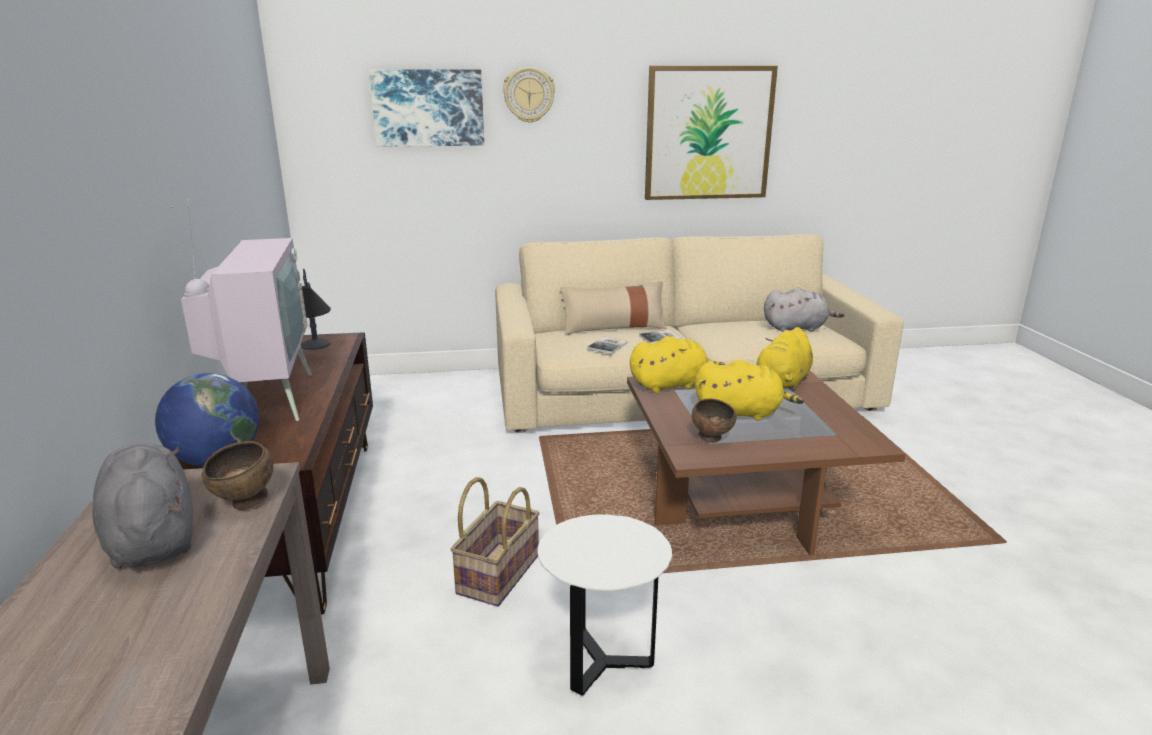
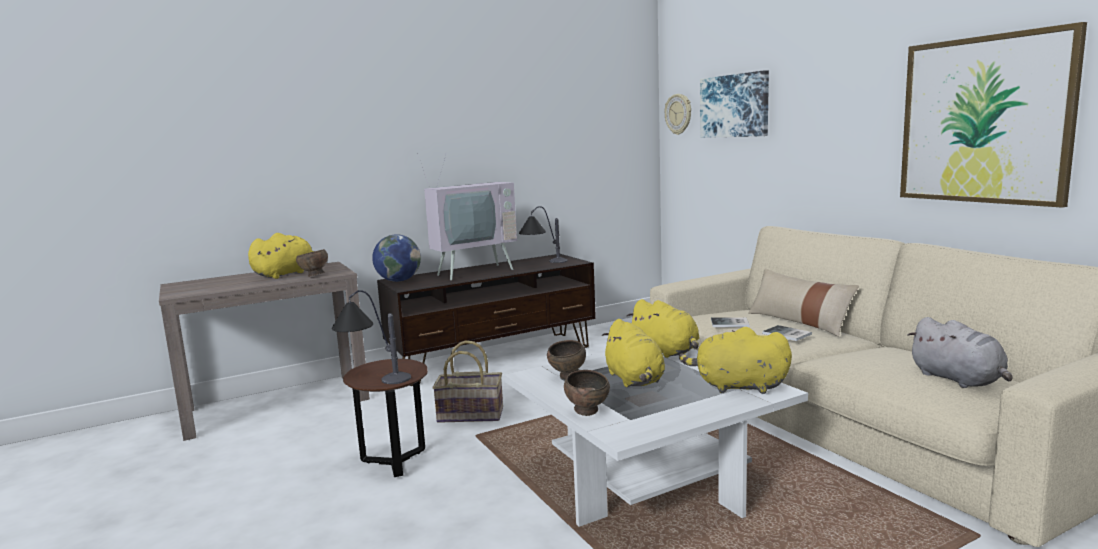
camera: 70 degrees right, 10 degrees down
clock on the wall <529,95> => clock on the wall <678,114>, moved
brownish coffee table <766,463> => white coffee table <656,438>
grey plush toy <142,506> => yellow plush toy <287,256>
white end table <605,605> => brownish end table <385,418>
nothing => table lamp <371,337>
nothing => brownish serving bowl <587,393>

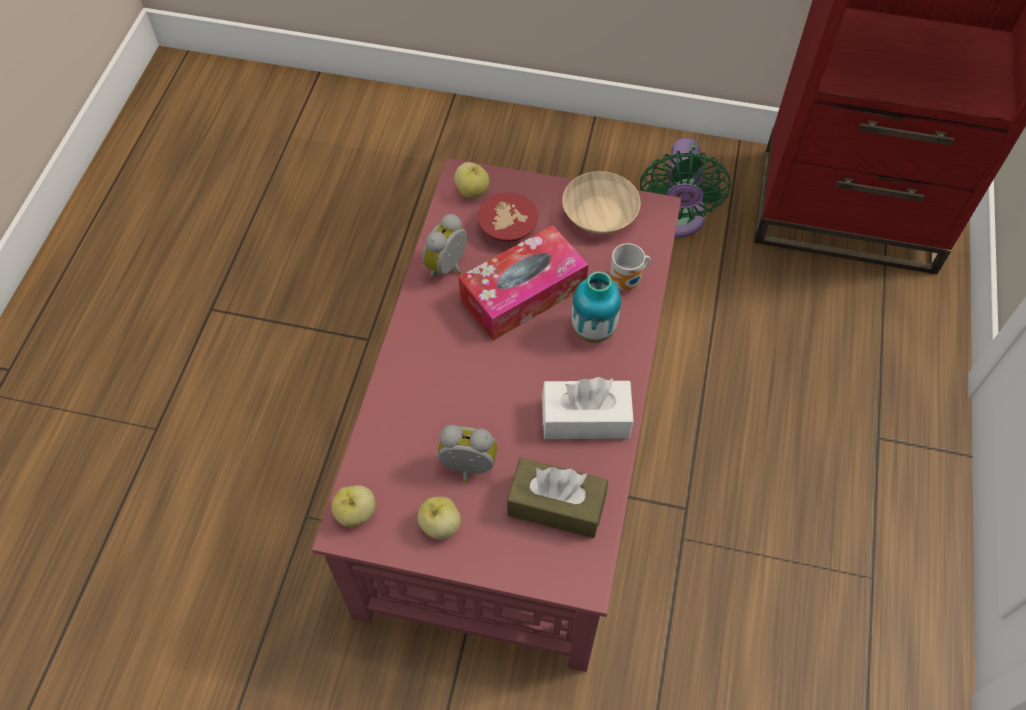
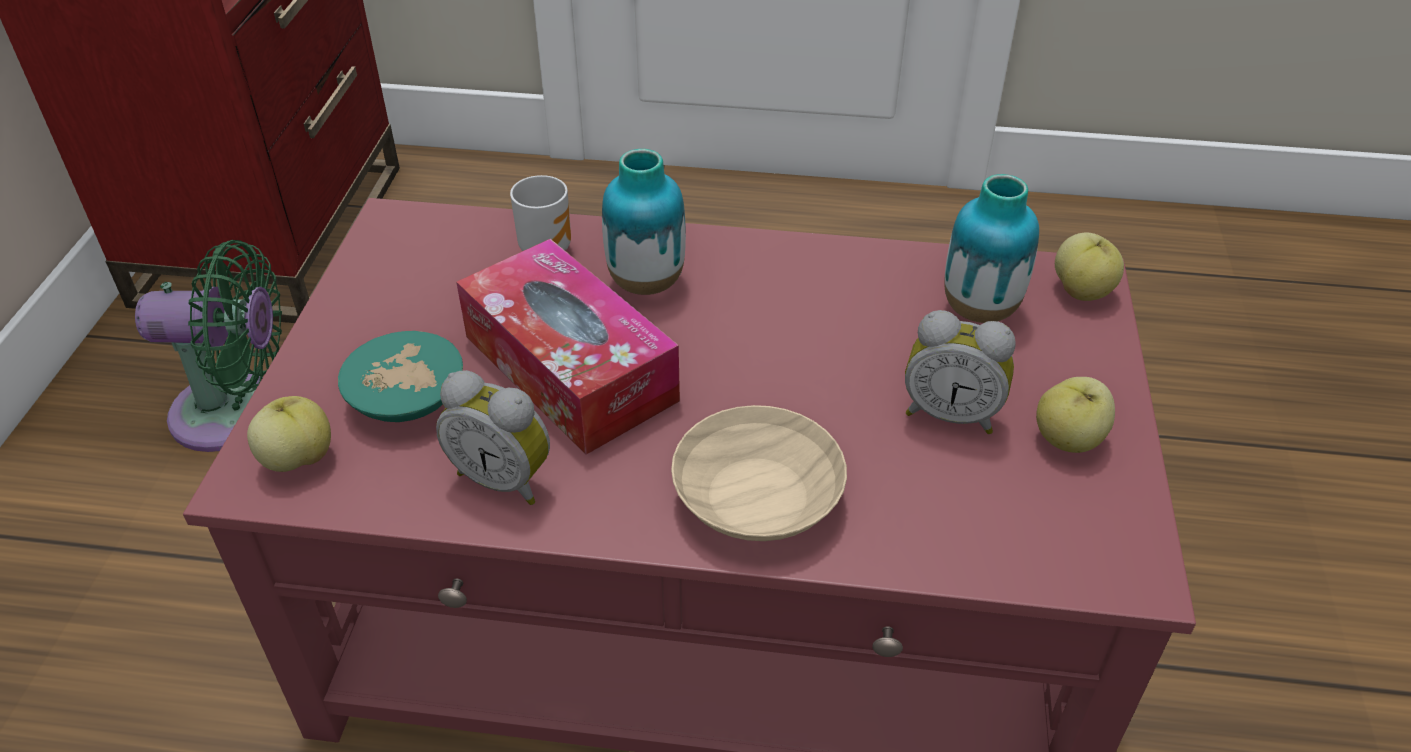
camera: 95 degrees left, 15 degrees down
beige serving bowl <601,202> => beige serving bowl <759,473>, moved
reddish serving bowl <508,217> => turquoise serving bowl <400,376>
white box of tissues <588,408> => nothing
table clock <467,454> => table clock <960,372>, 75 degrees counterclockwise
brownish box of tissues <557,498> => decorative vase <991,248>
apple <353,506> => apple <1089,266>, moved

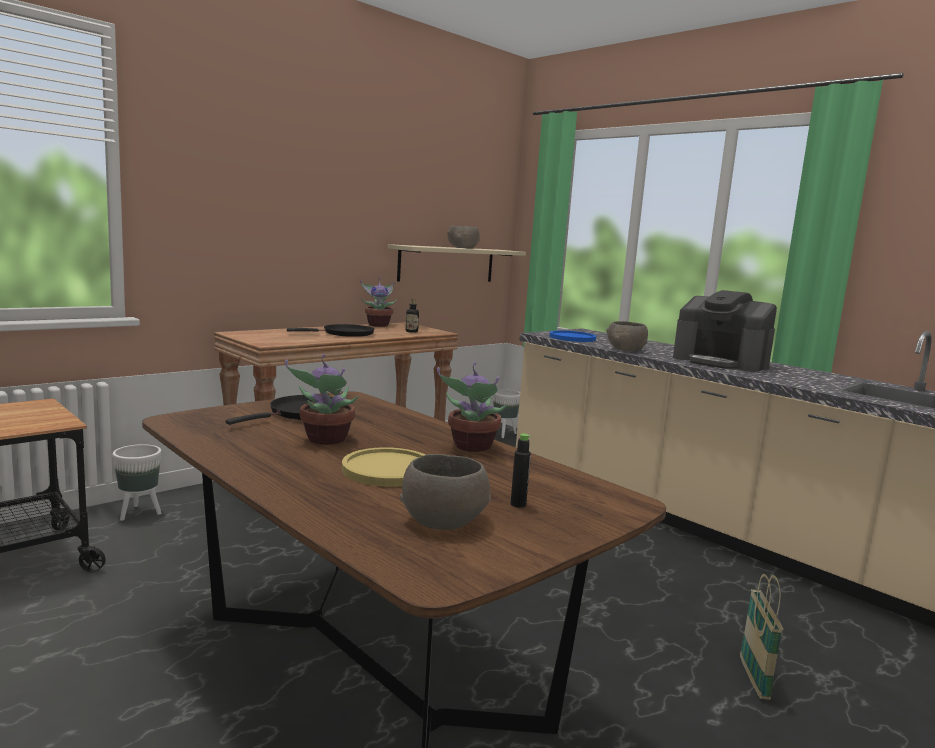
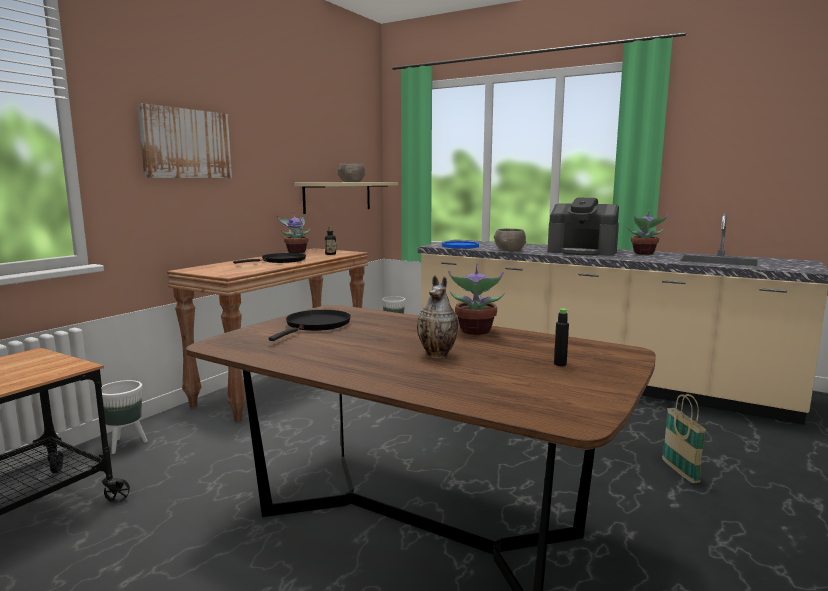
camera: 15 degrees left, 0 degrees up
potted plant <322,399> => potted plant <648,232>, moved
yellow plate <383,467> => decorative vase <437,317>
grey serving bowl <445,492> => nothing
nothing => wall art <184,140>

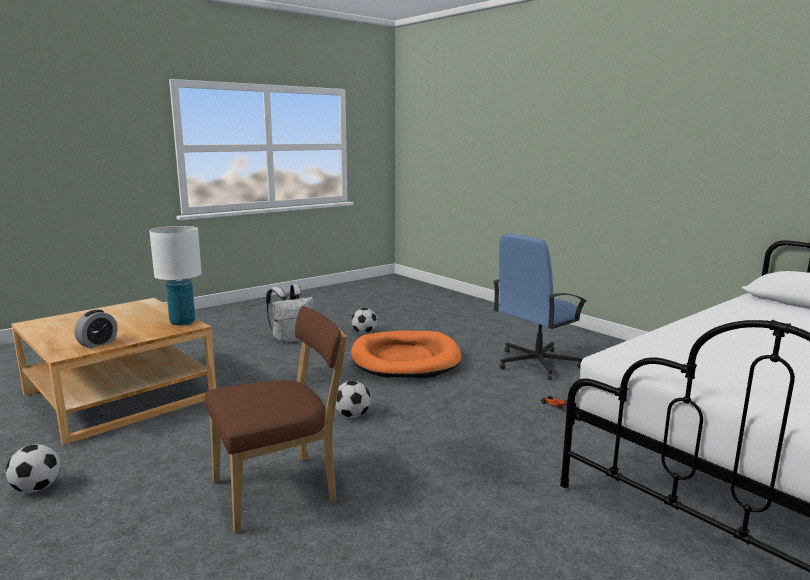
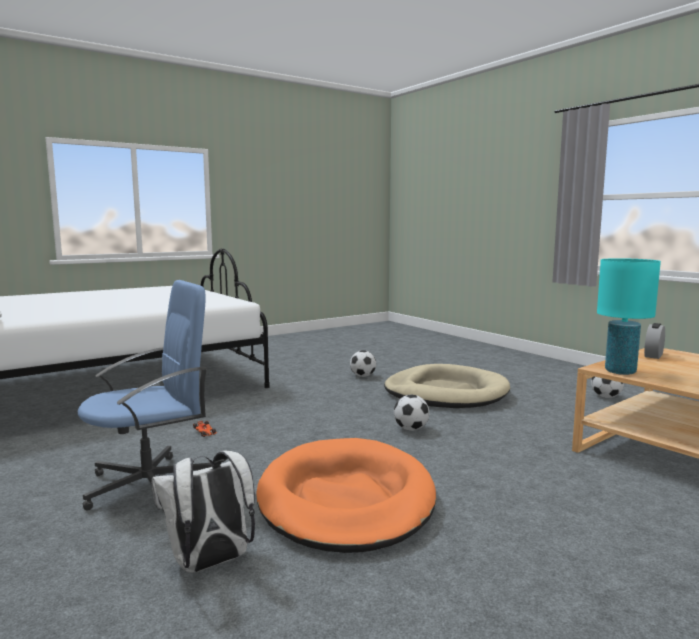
camera: 175 degrees left, 5 degrees down
white table lamp <175,275> => turquoise table lamp <629,316>
white backpack <289,314> => white backpack <203,512>, moved
brownish upright chair <276,419> => beige dog cushion <447,386>
football <364,321> => football <363,363>, moved

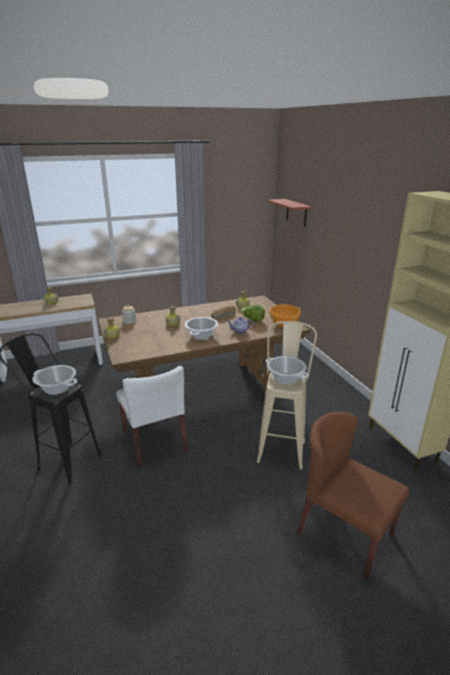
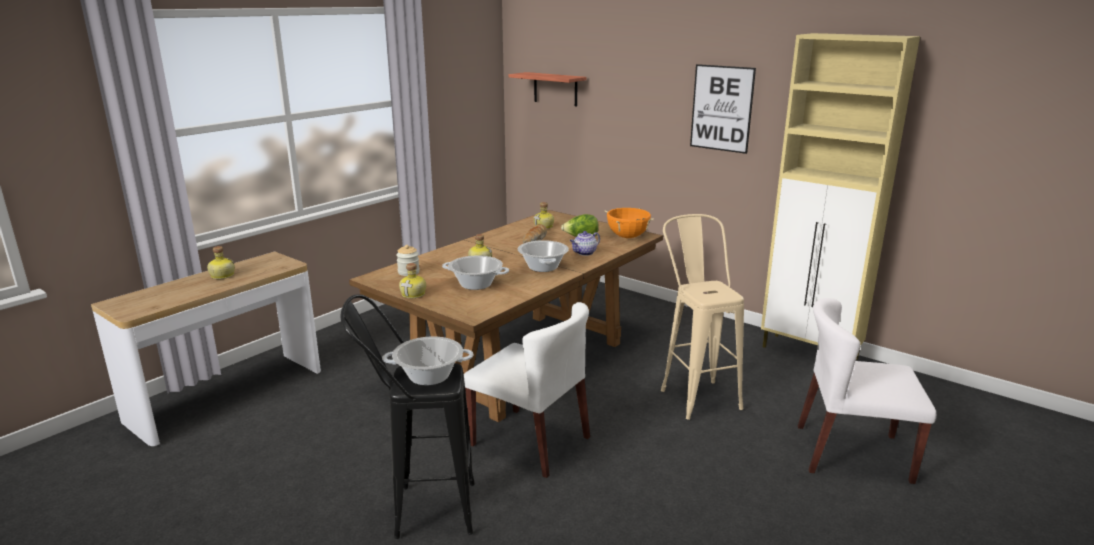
camera: 30 degrees left, 5 degrees down
stockpot <287,370> => stockpot <475,273>, moved
brownish upright chair <352,496> => white upright chair <867,391>
nothing => wall art <723,109>

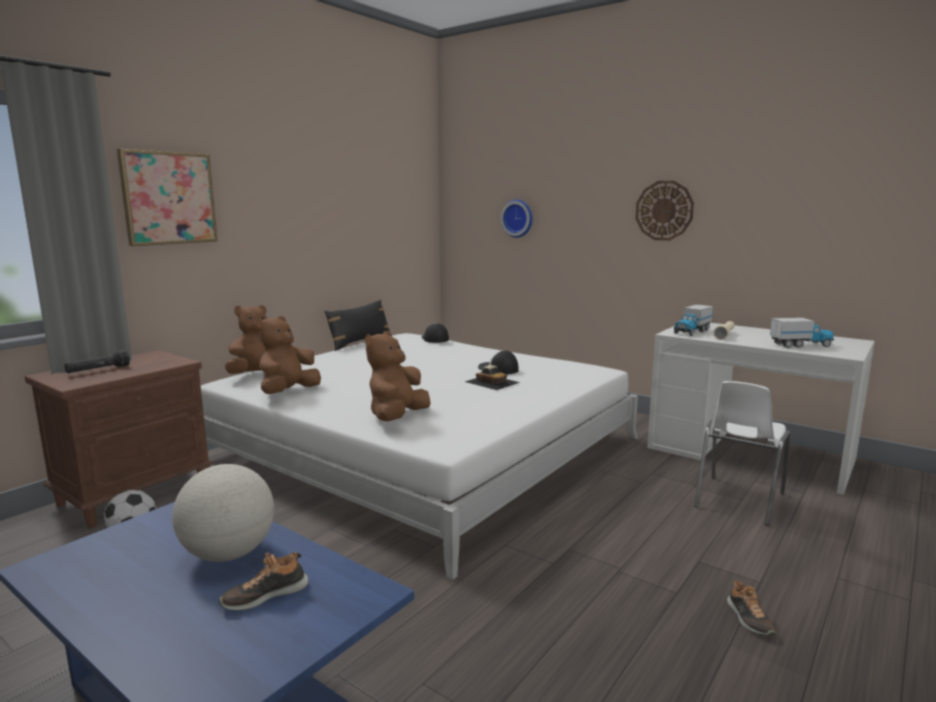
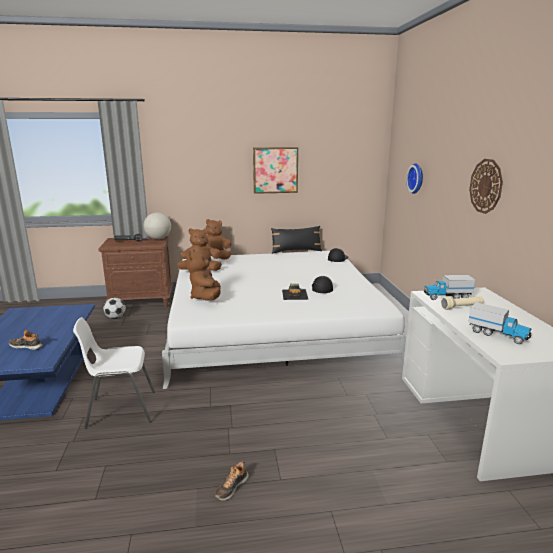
camera: 45 degrees right, 5 degrees up
wall art <167,197> => wall art <275,170>, moved
brownish plush toy <397,376> => brownish plush toy <203,275>, 75 degrees counterclockwise
white upright chair <742,453> => white upright chair <114,373>, moved
world globe <223,513> => world globe <157,225>, moved

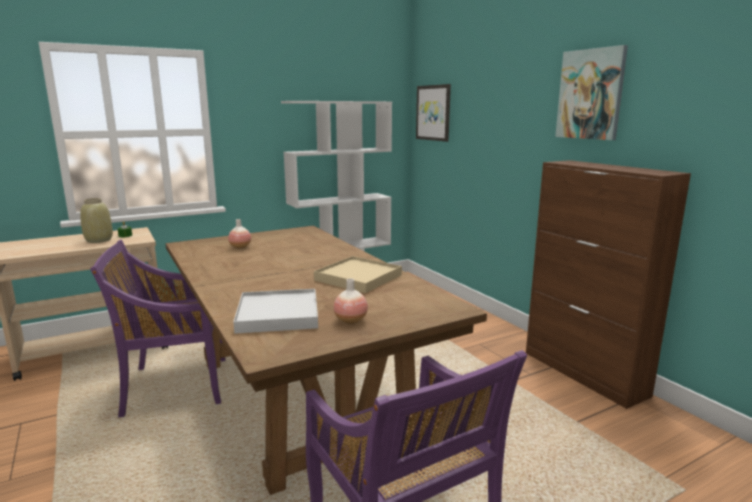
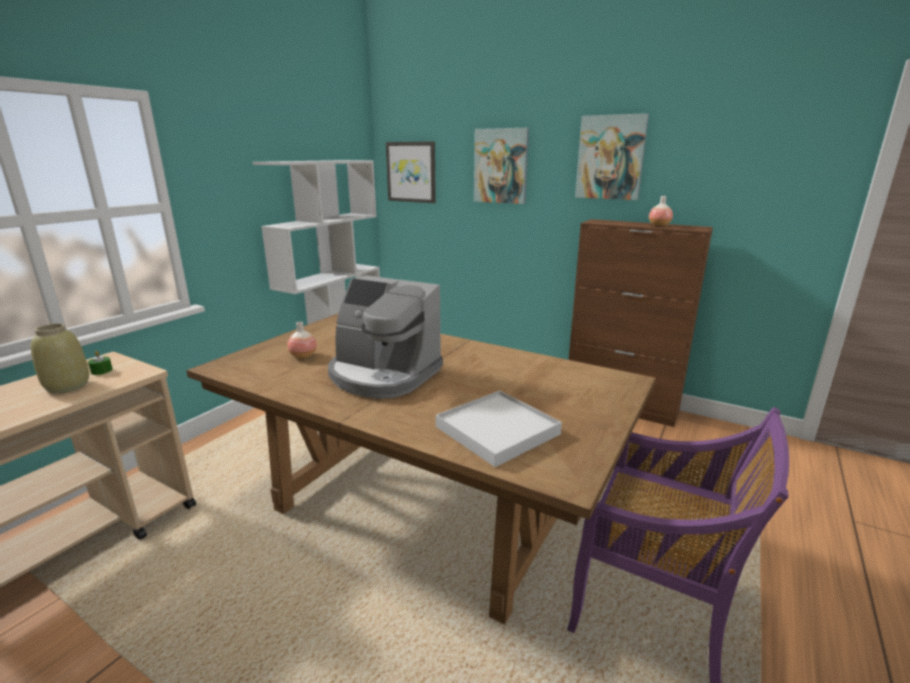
camera: 30 degrees left, 5 degrees up
purple-coloured upright chair <157,328> => nothing
beige tray <358,274> => nothing
decorative vase <351,301> => decorative vase <661,211>, moved
nothing => wall art <501,166>
nothing => coffee maker <385,337>

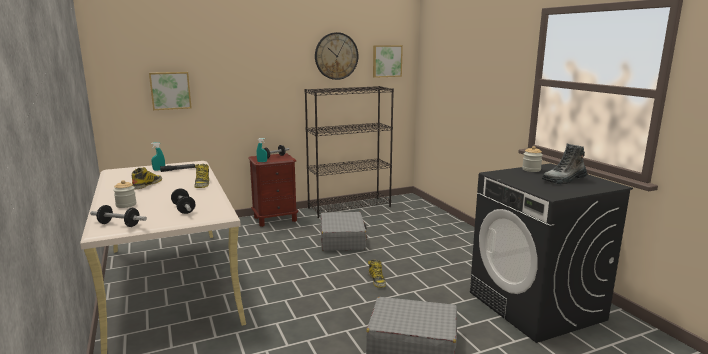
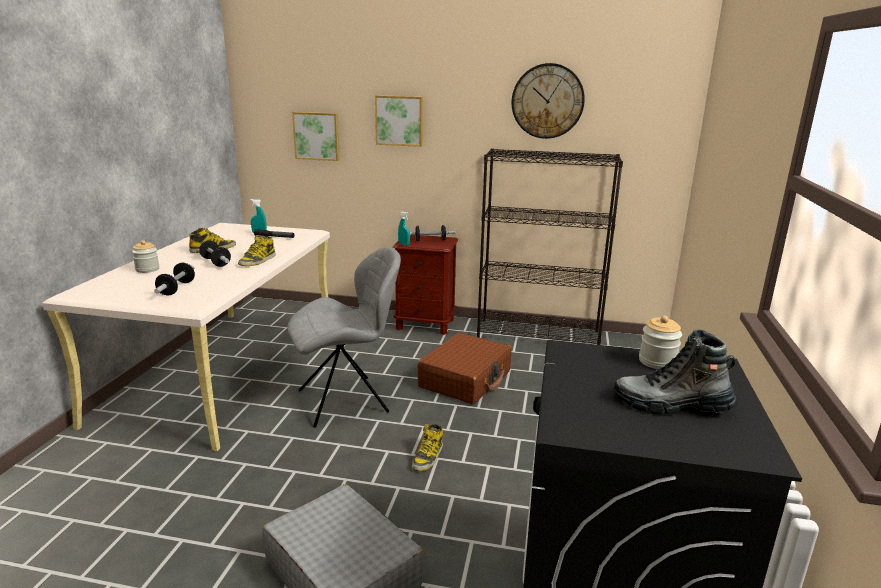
camera: 35 degrees right, 5 degrees up
wall art <388,61> => wall art <399,121>, moved
free weight <118,216> => free weight <215,253>, moved
grey suitcase <343,231> => brownish suitcase <464,368>
nothing => grey upright chair <344,337>

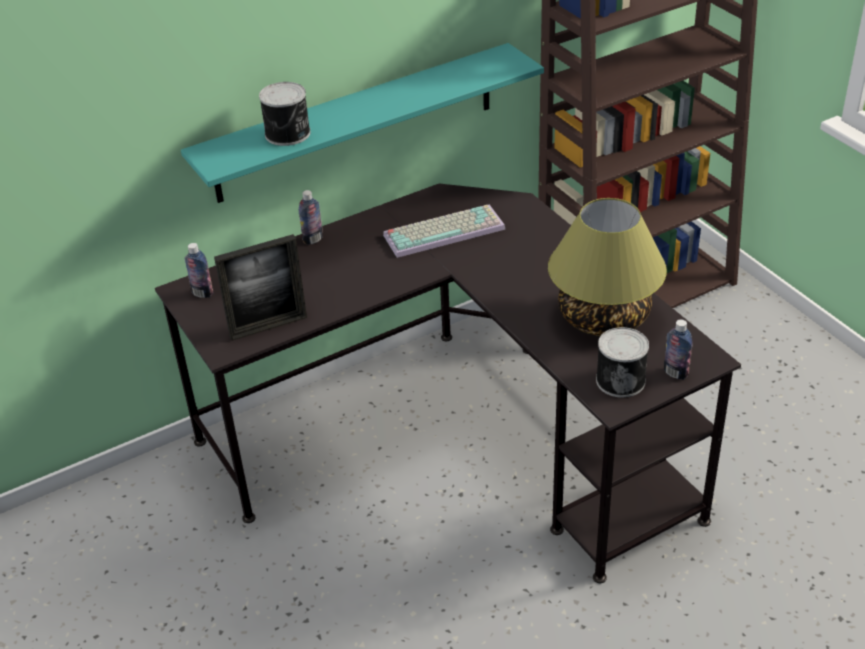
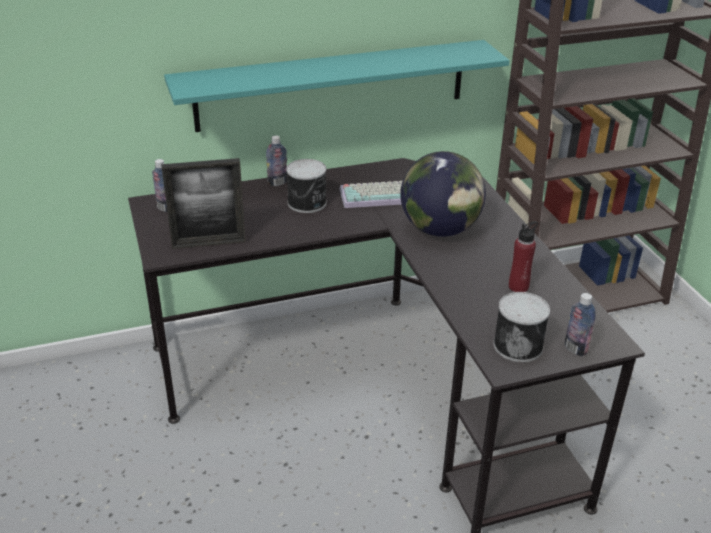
camera: 10 degrees right, 5 degrees down
metal can <285,114> => metal can <306,186>, moved
table lamp <607,267> => reddish bottle <523,256>
nothing => world globe <443,194>

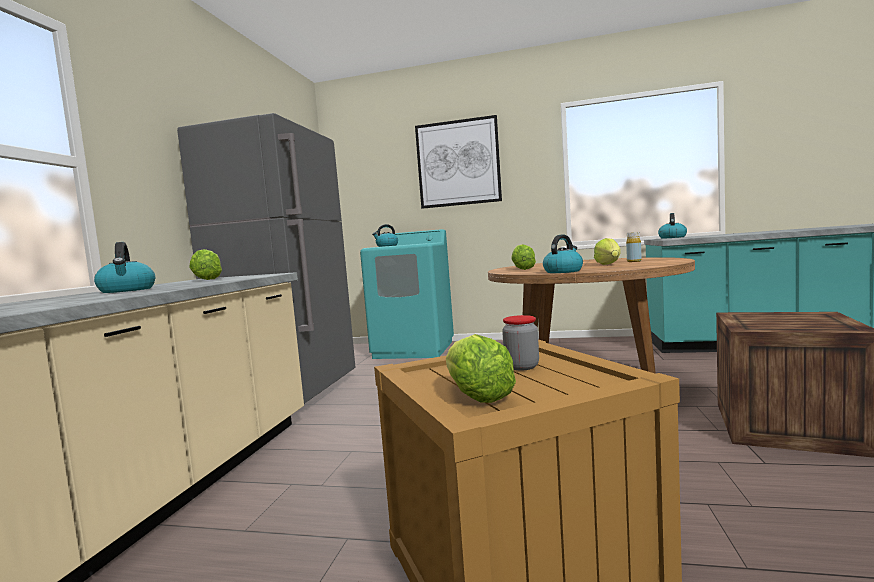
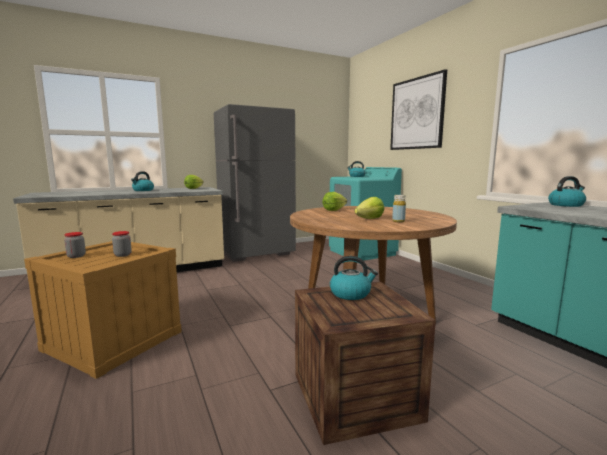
camera: 50 degrees right, 5 degrees up
water kettle <563,253> => water kettle <354,278>, moved
lettuce head <481,368> => preserve jar <75,245>

